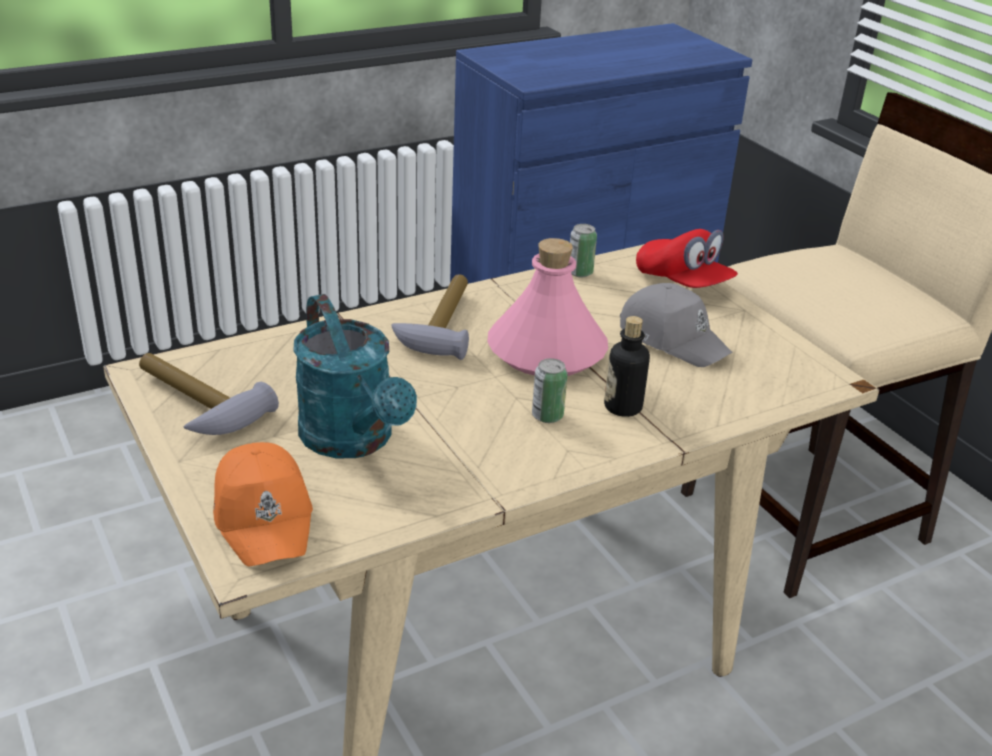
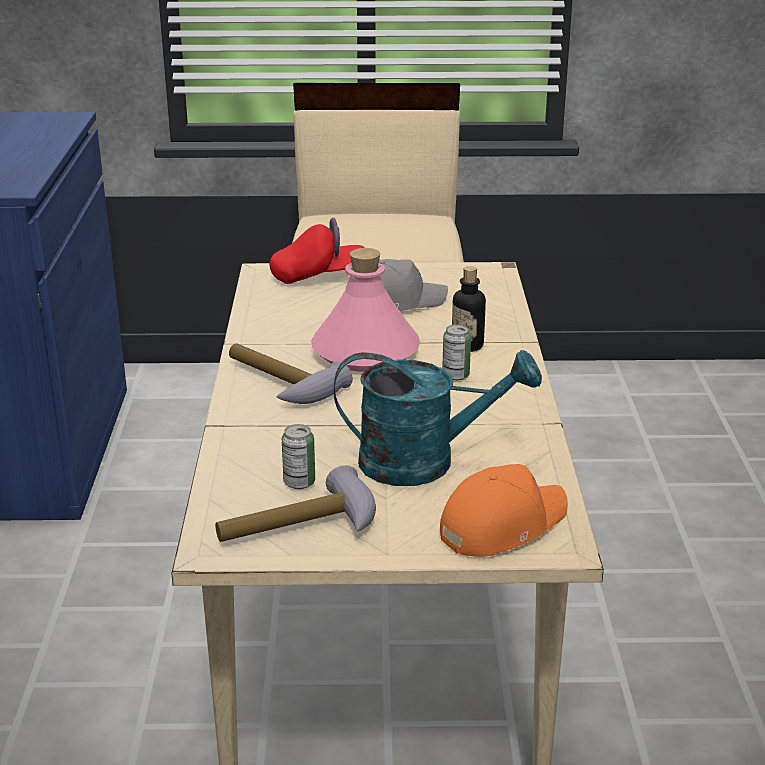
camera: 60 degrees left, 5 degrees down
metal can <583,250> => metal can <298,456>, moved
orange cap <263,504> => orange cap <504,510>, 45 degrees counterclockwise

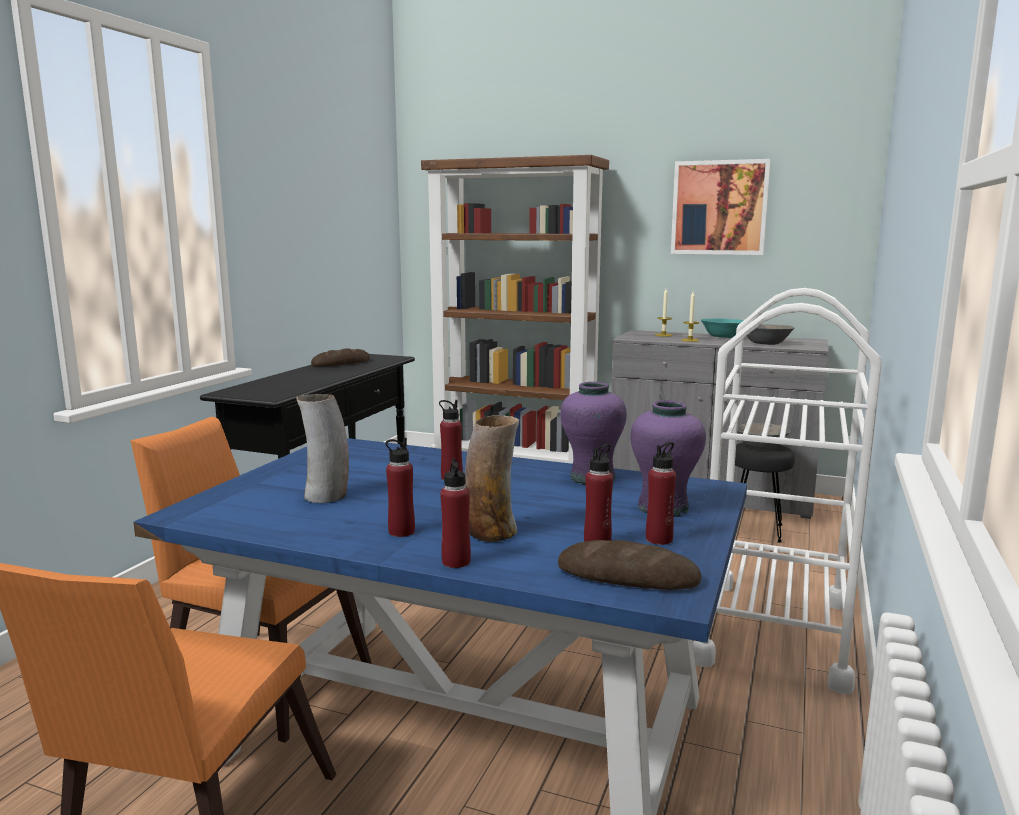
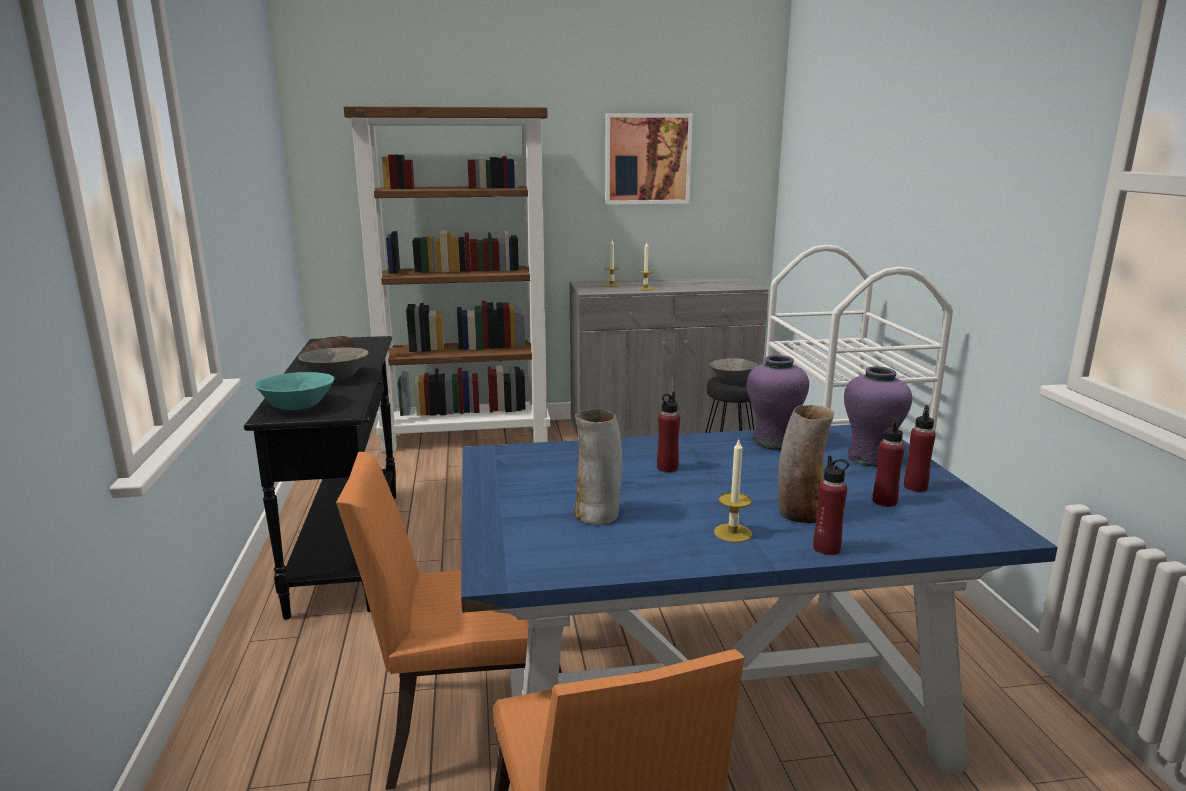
camera: 30 degrees left, 5 degrees up
turquoise serving bowl <722,328> => turquoise serving bowl <294,391>, moved
grey serving bowl <771,334> => grey serving bowl <333,363>, moved
reddish bottle <400,487> => wax candle <733,491>
bread <629,565> => nothing

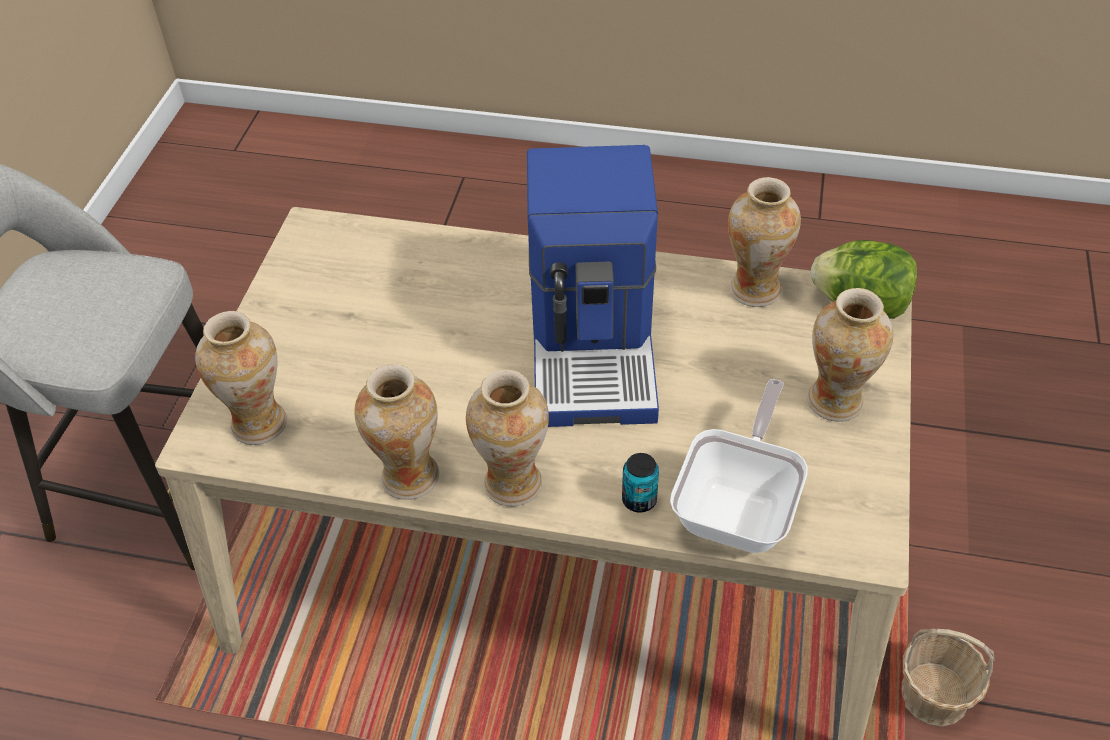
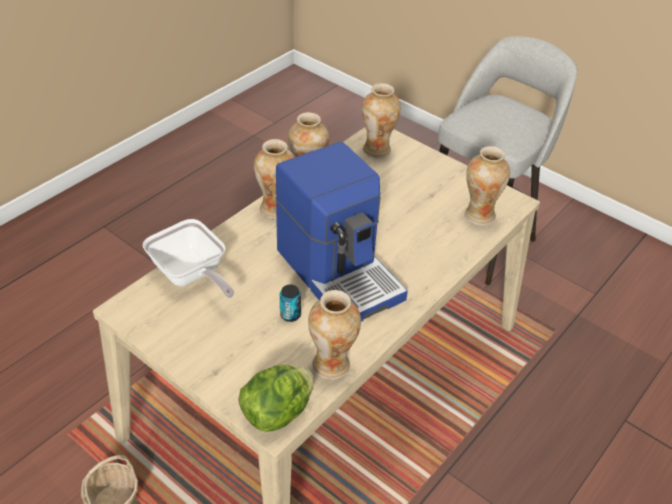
camera: 115 degrees right, 5 degrees down
coffee maker <593,286> => coffee maker <341,232>, 150 degrees counterclockwise
decorative vase <850,355> => decorative vase <487,186>, moved
metal can <640,483> => metal can <290,303>, moved

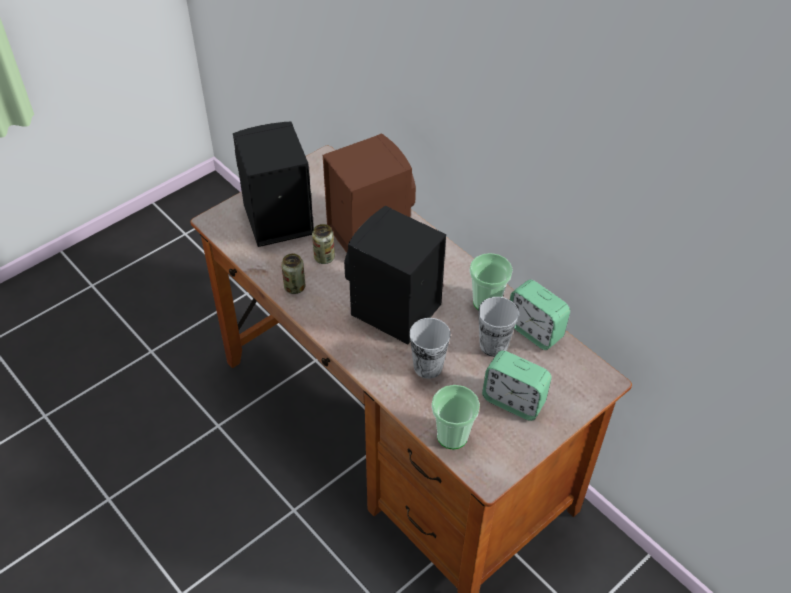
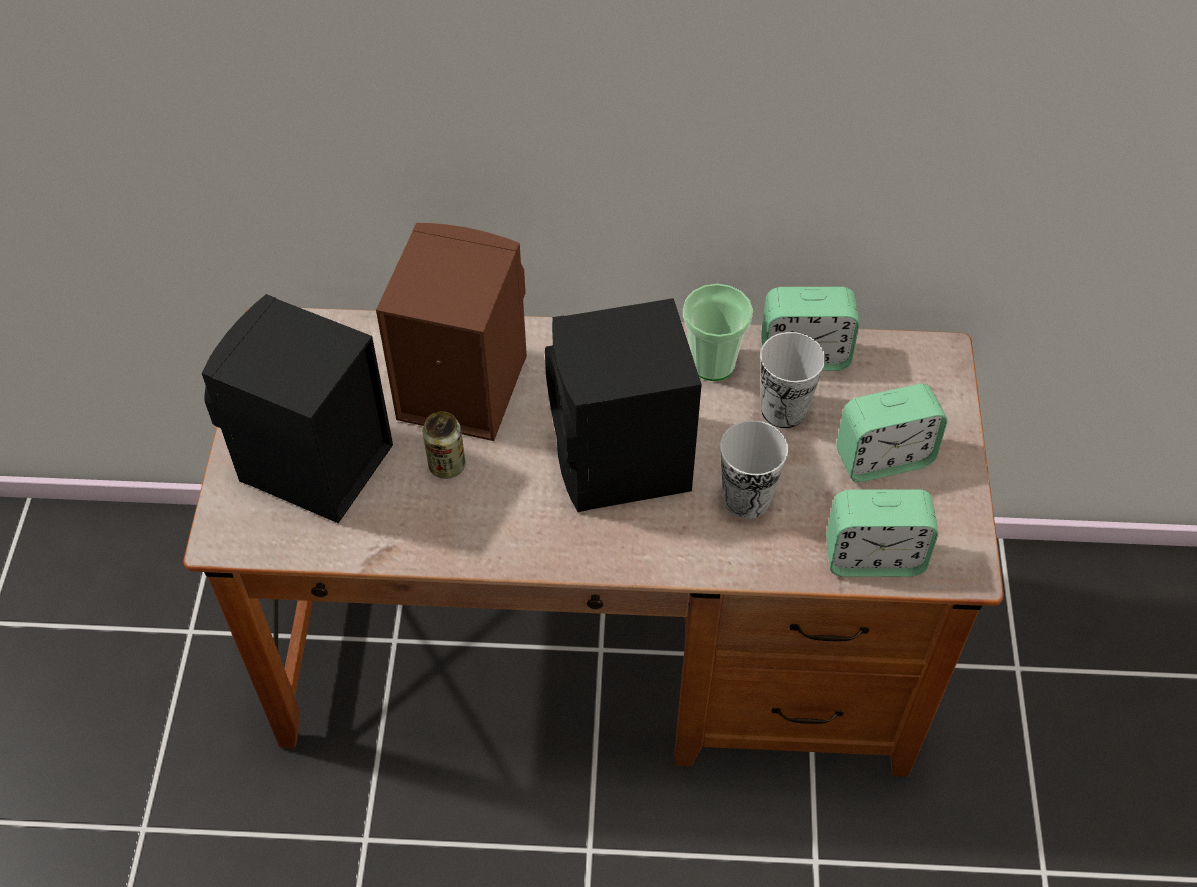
camera: 45 degrees left, 5 degrees up
metal can <293,273> => nothing
small cup <456,417> => table clock <882,533>

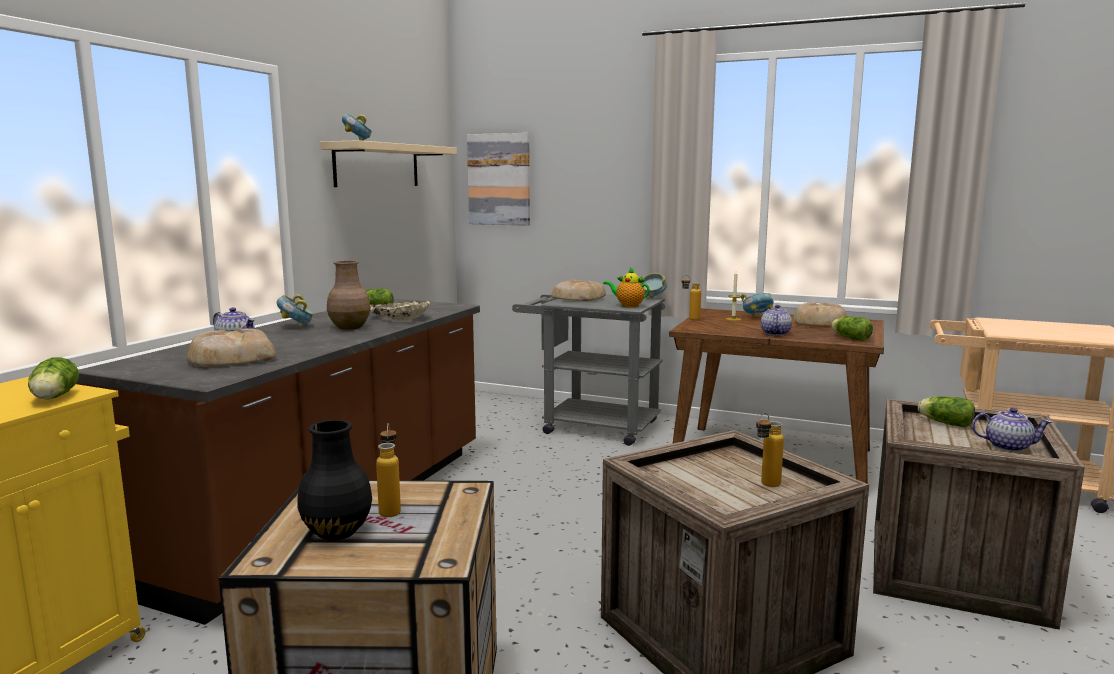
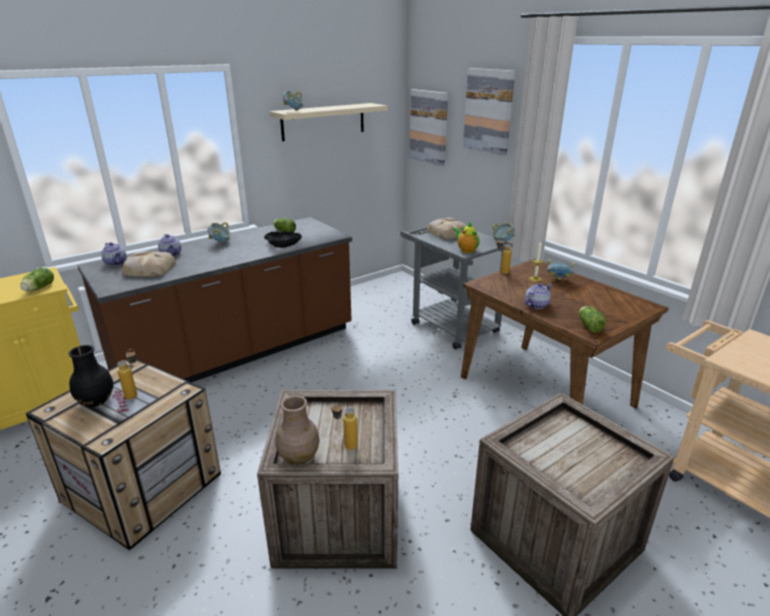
camera: 30 degrees right, 15 degrees up
brownish decorative vase <349,295> => brownish decorative vase <297,429>, moved
beige serving bowl <400,311> => black serving bowl <283,239>
bread <820,314> => nothing
lettuce head <946,411> => nothing
pot for tea <1012,430> => pot for tea <114,254>, moved
nothing => wall art <489,111>

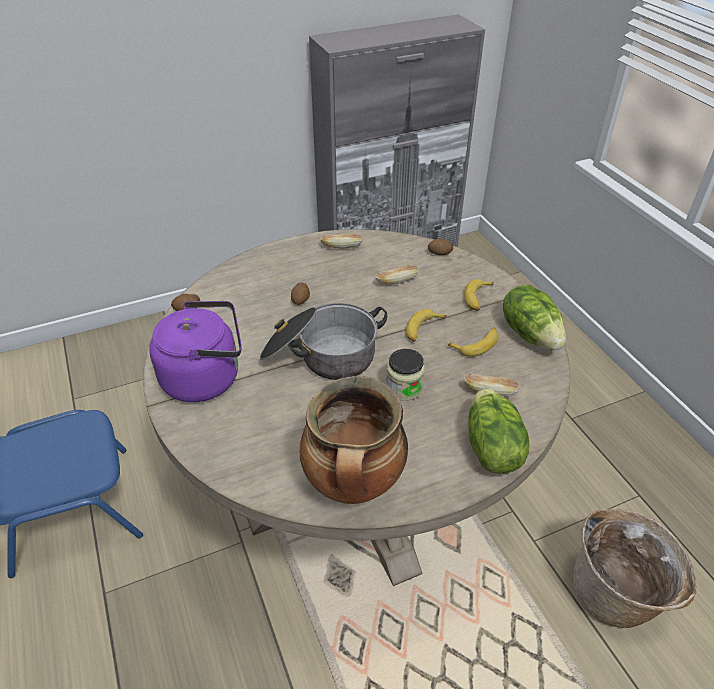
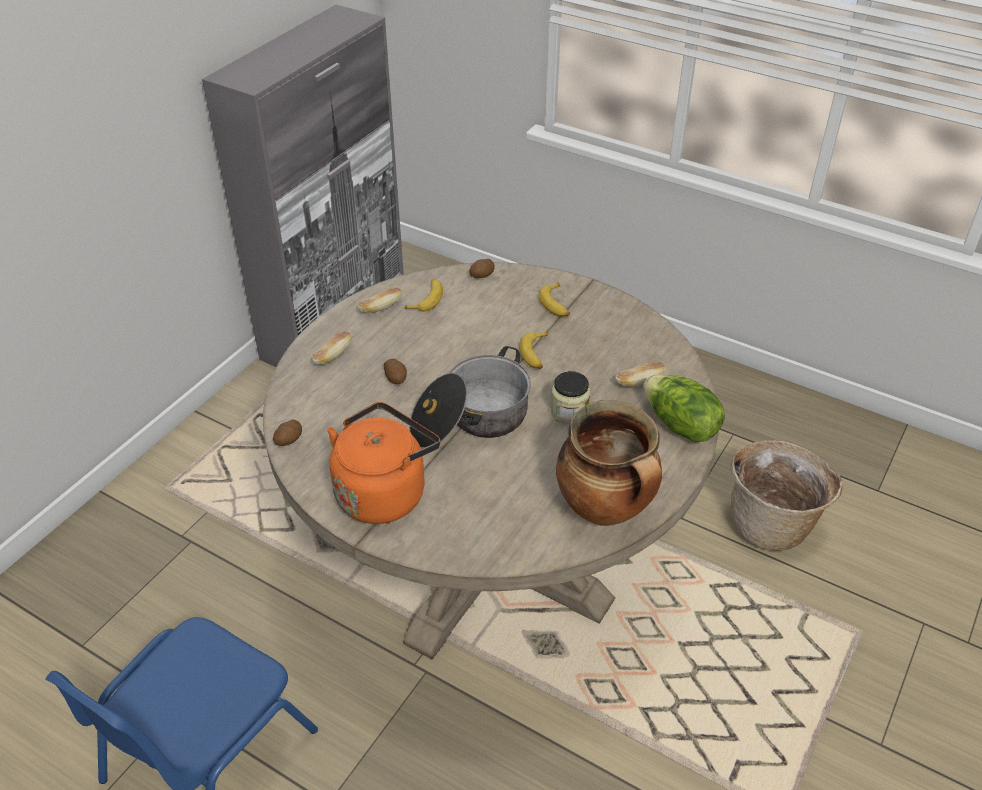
camera: 35 degrees left, 0 degrees up
bread <397,275> => bread <331,348>, moved
lettuce head <534,317> => nothing
purple-coloured water kettle <195,351> => orange water kettle <383,463>
whole banana <473,342> => whole banana <424,294>, moved

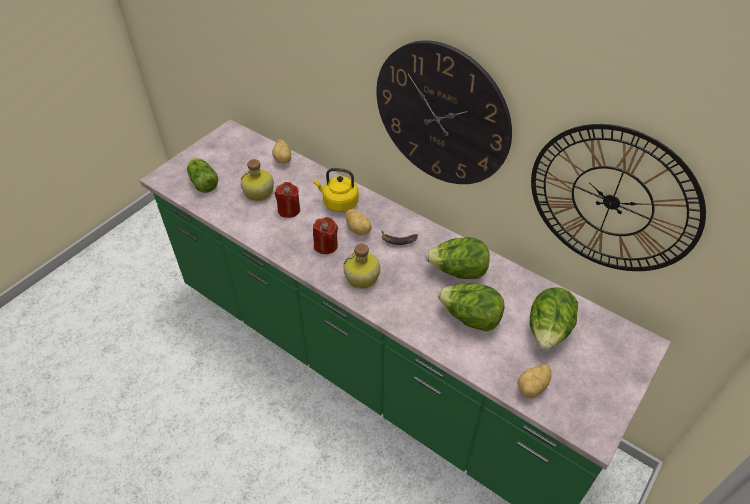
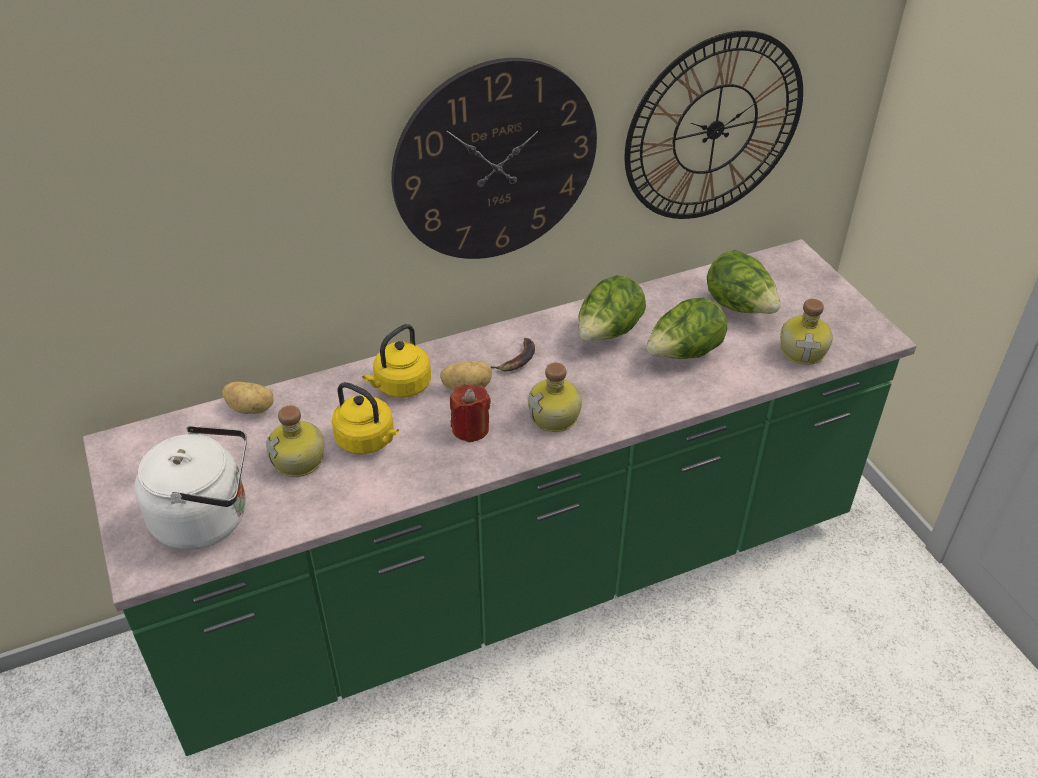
camera: 60 degrees left, 5 degrees down
lettuce head <202,175> => white water kettle <191,487>
reddish wax candle <287,200> => yellow water kettle <365,418>
whole potato <534,381> => bottle <806,332>

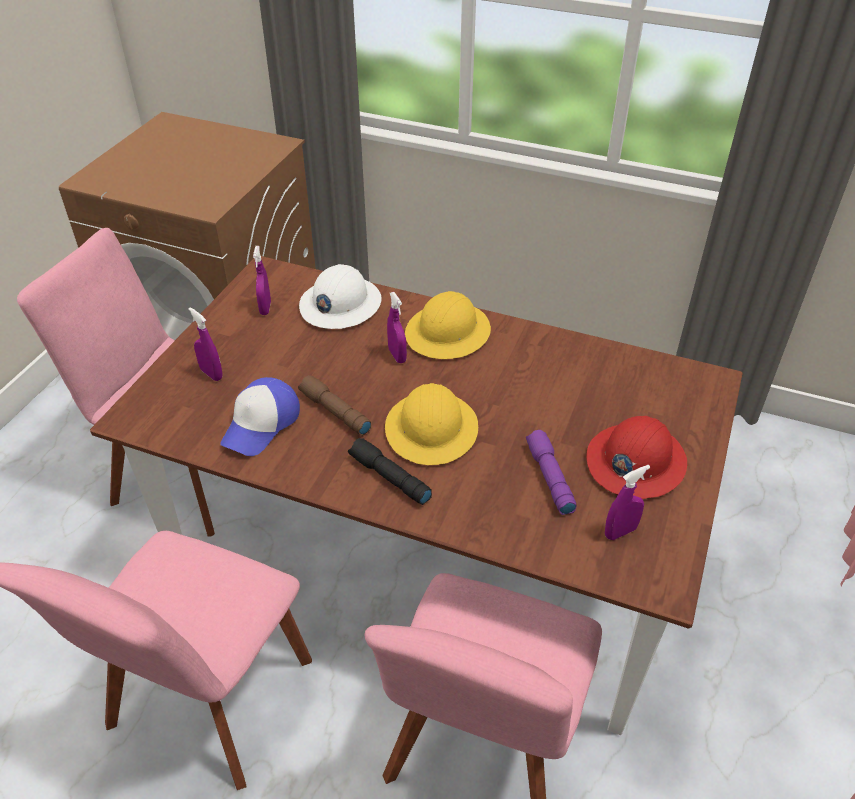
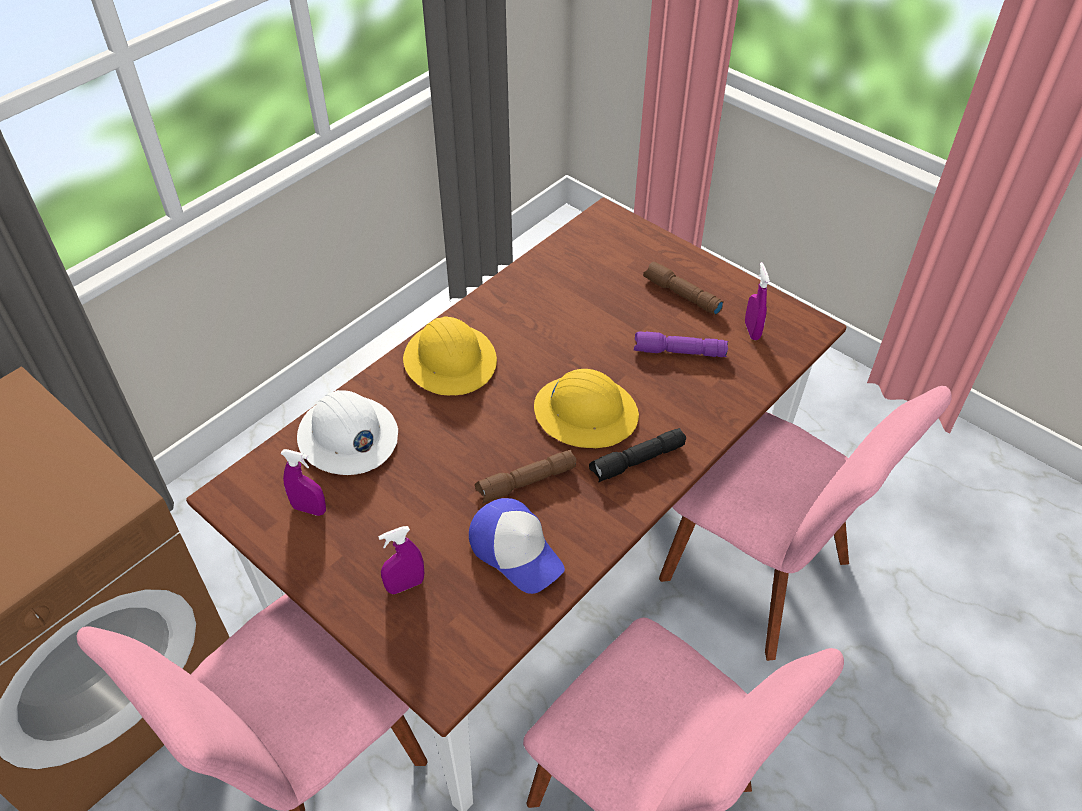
camera: 70 degrees left, 5 degrees up
purple-coloured hand sprayer <397,327> => nothing
reddish work helmet <636,457> => brownish flashlight <683,288>

